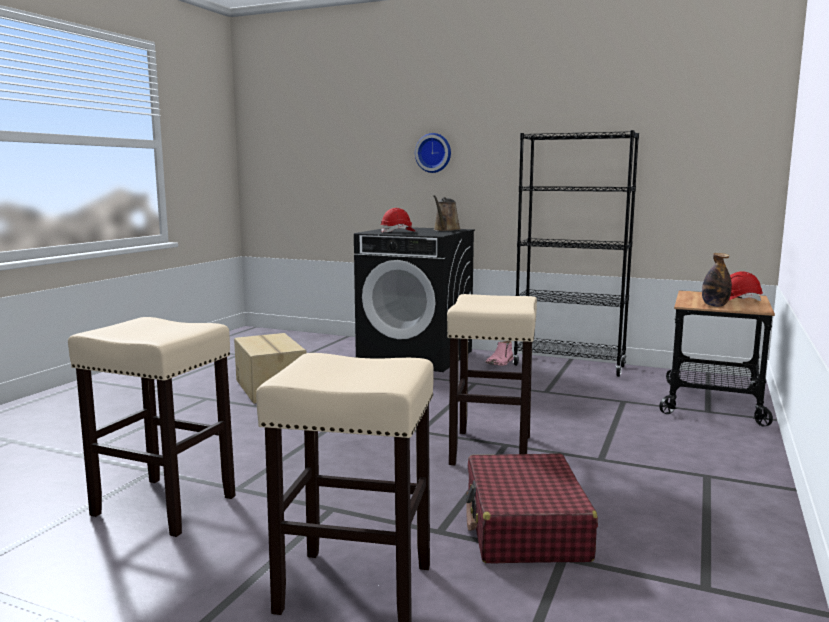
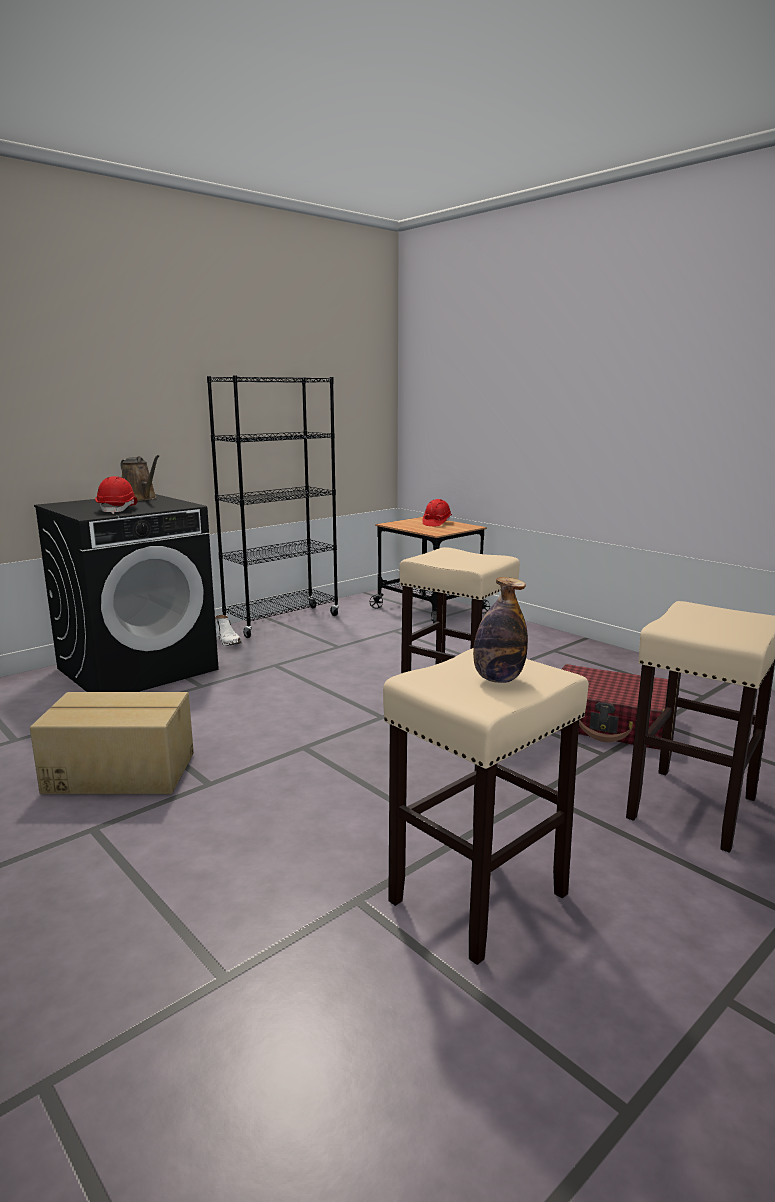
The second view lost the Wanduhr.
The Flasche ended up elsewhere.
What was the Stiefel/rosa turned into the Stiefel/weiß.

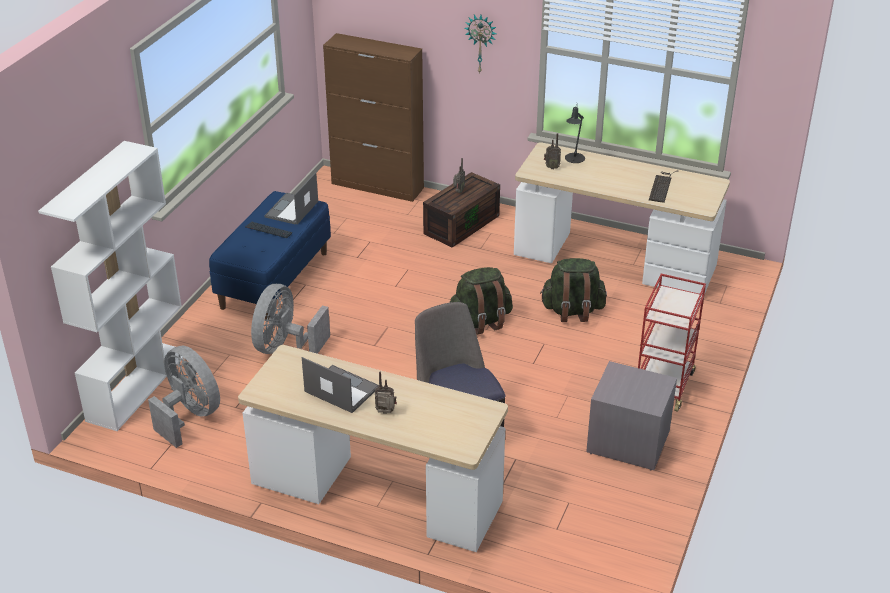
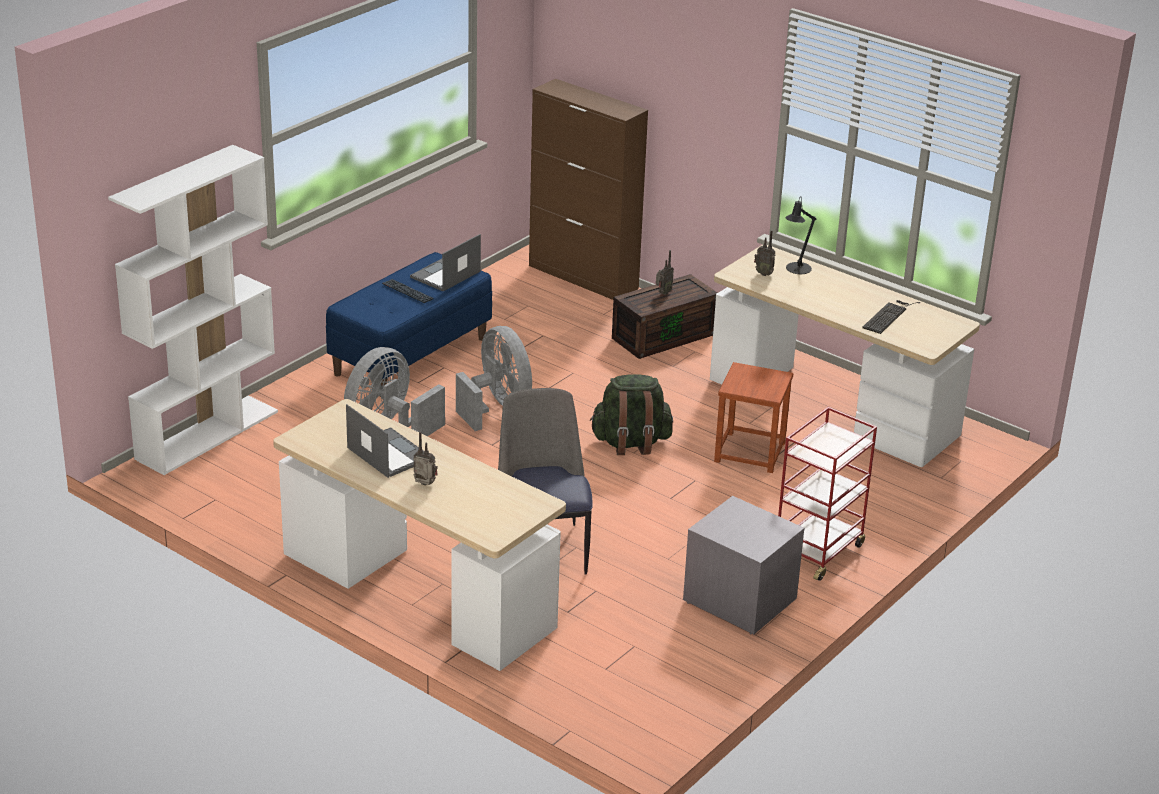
The second view lost the Wanduhr.
The Ventilator/grau (1st from left in the first image) ended up elsewhere.
Where the Rucksack/grün (2nd from left) stood, the Hocker/braun came to stand.

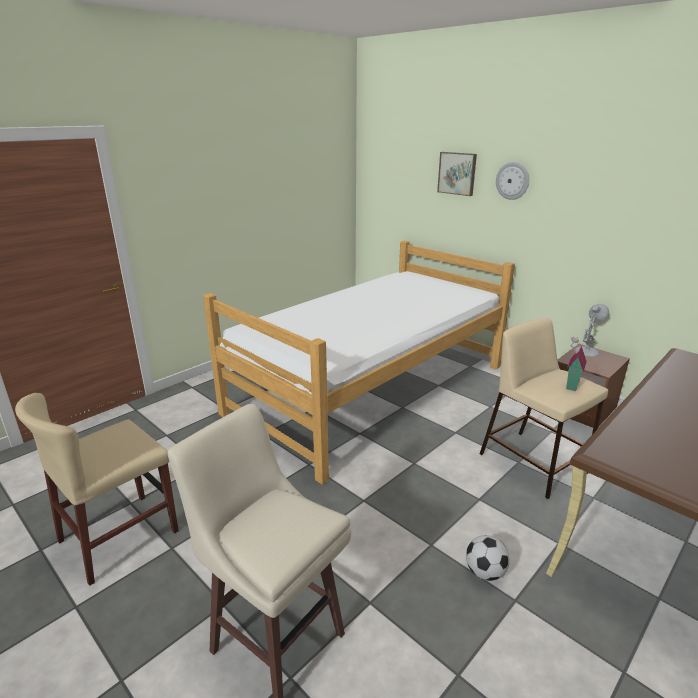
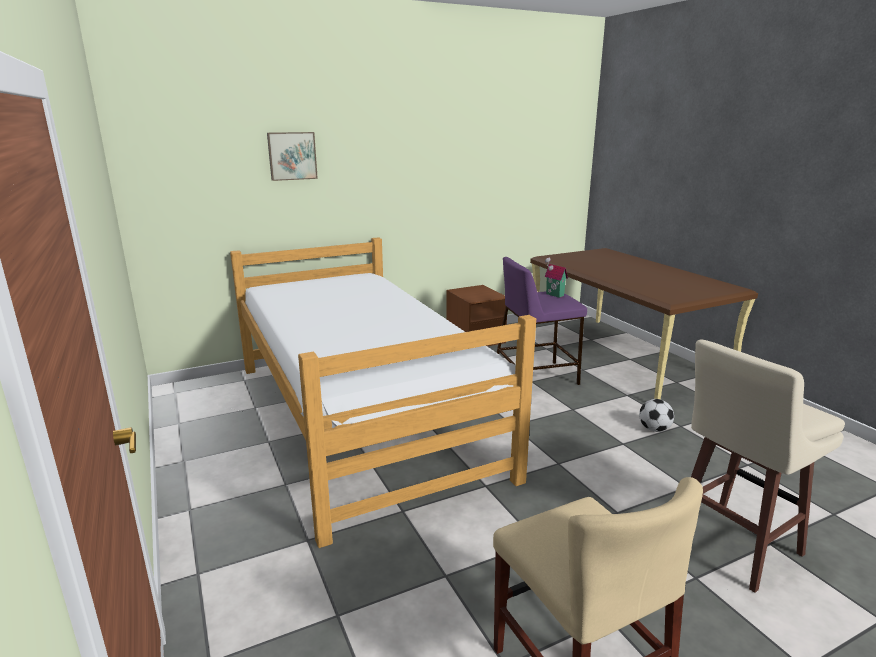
The second view lost the Wanduhr.
The second view lost the Tischlampe/weiß.
What was the Hocker/beige (2nd from left) turned into the Hocker/lila.

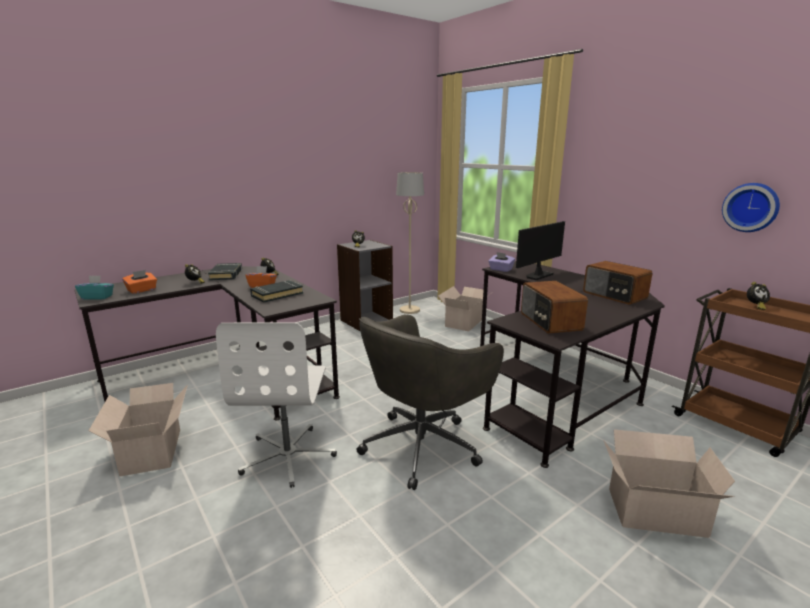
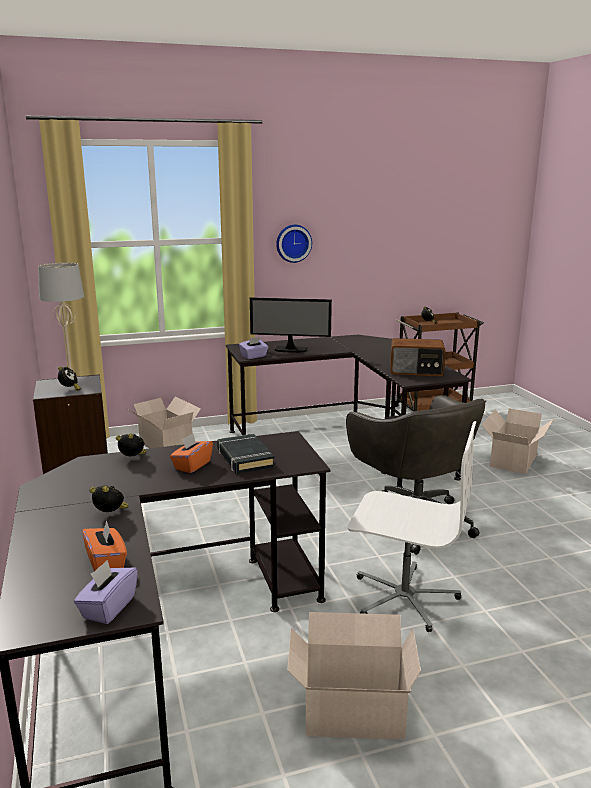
The second view lost the Buch/schwarz (1st from left).
The second view lost the Radio (2nd from left).
The Wanduhr ended up elsewhere.
What was the Taschentuchbox/türkis turned into the Taschentuchbox/lila (1st from left).
The Monitor ended up facing another way, 60 degrees counterclockwise from before.

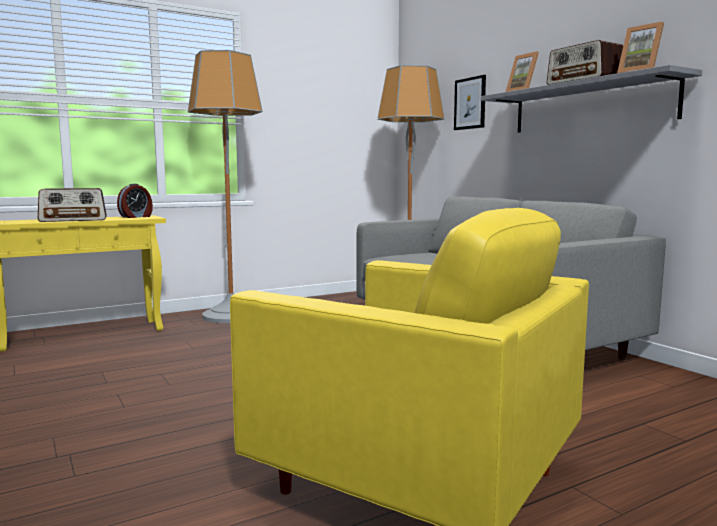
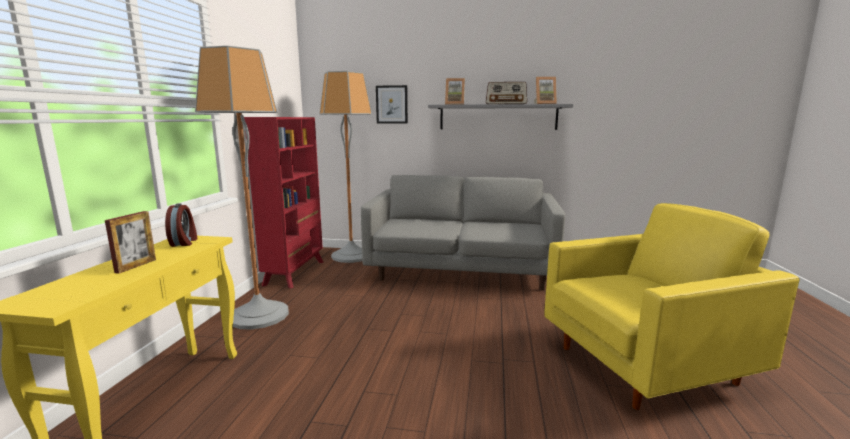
The second view gained the Bücherregal/rot.
Where the Radio (1st from left) stood, the Bilderrahmen (1st from left) came to stand.

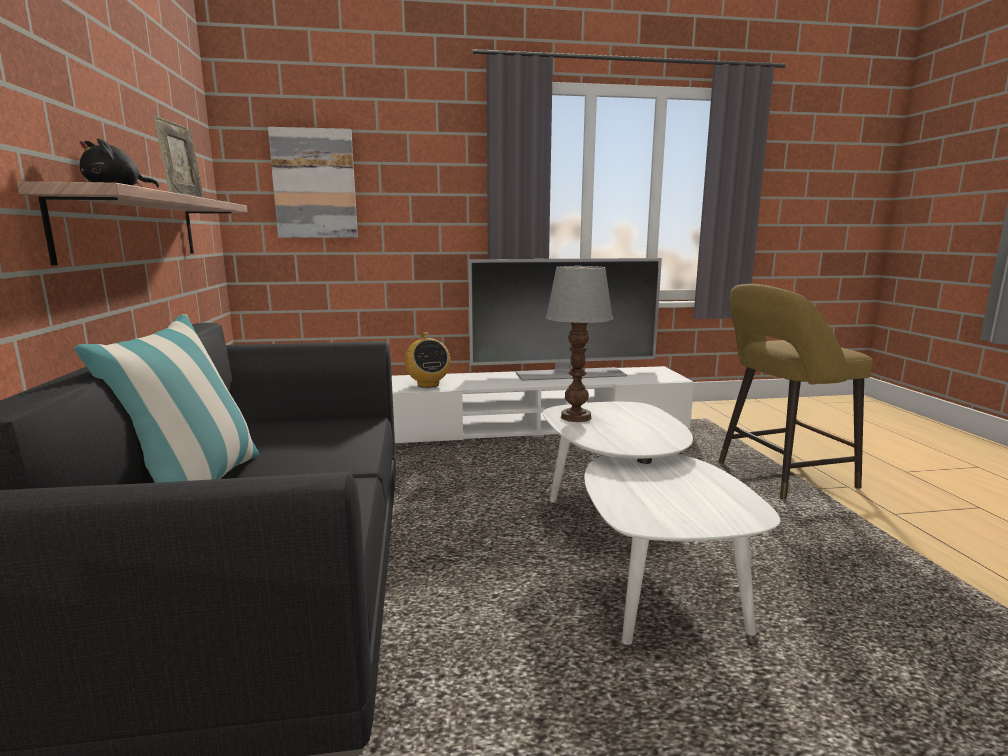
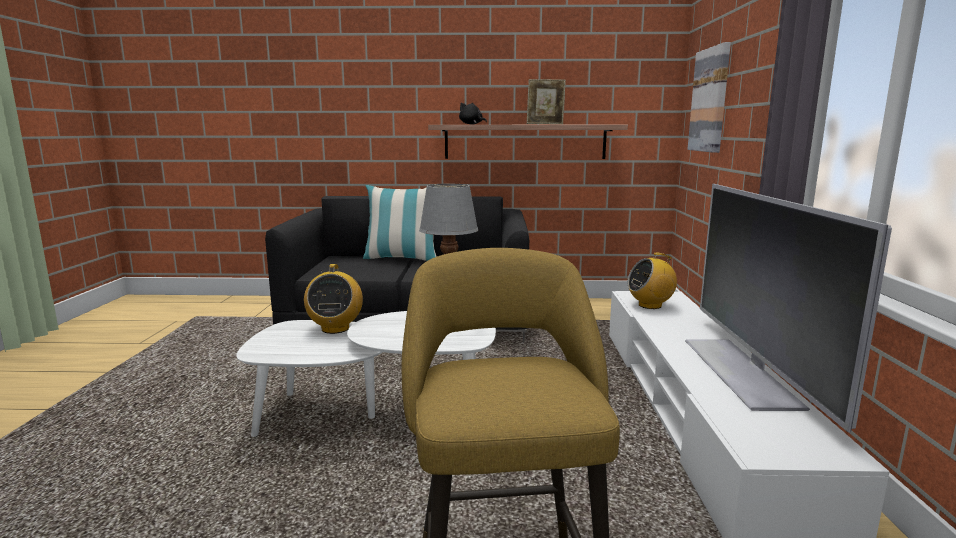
The second view gained the Radio (1st from left).

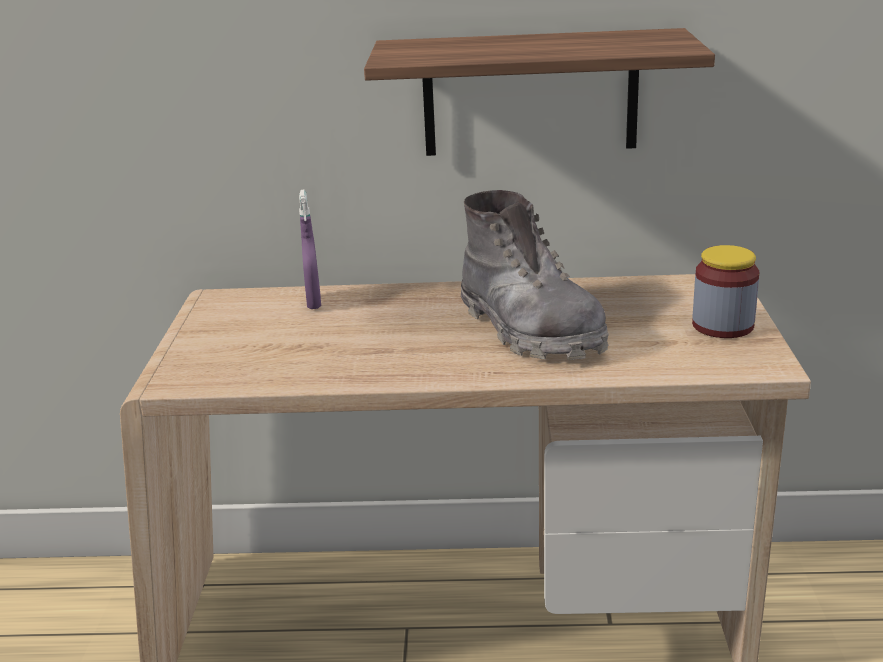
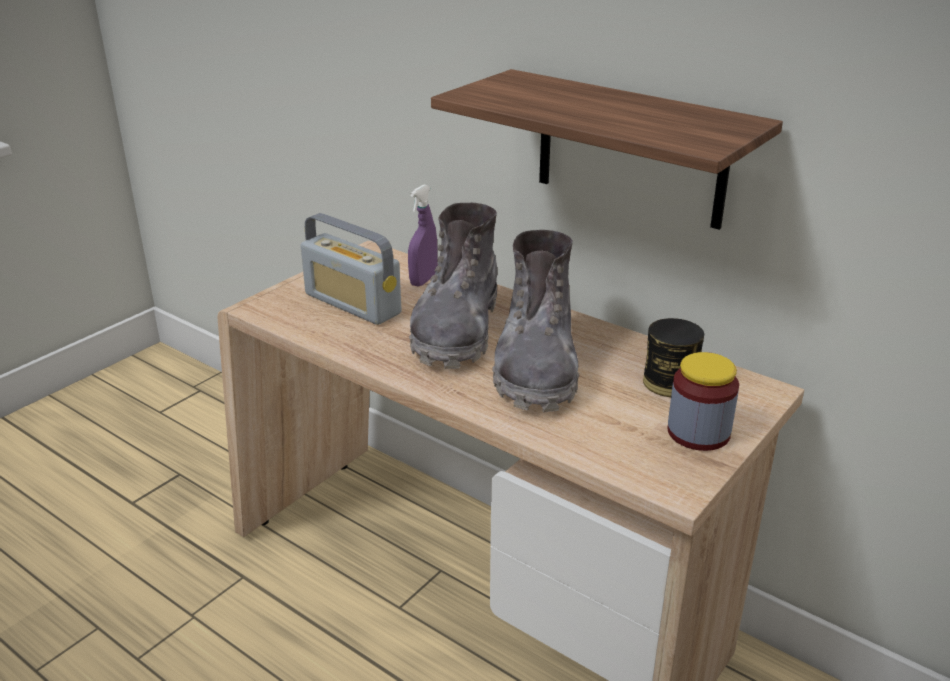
The second view gained the Radio.
The second view gained the Stiefel/grau (1st from left).
The second view gained the Dose.

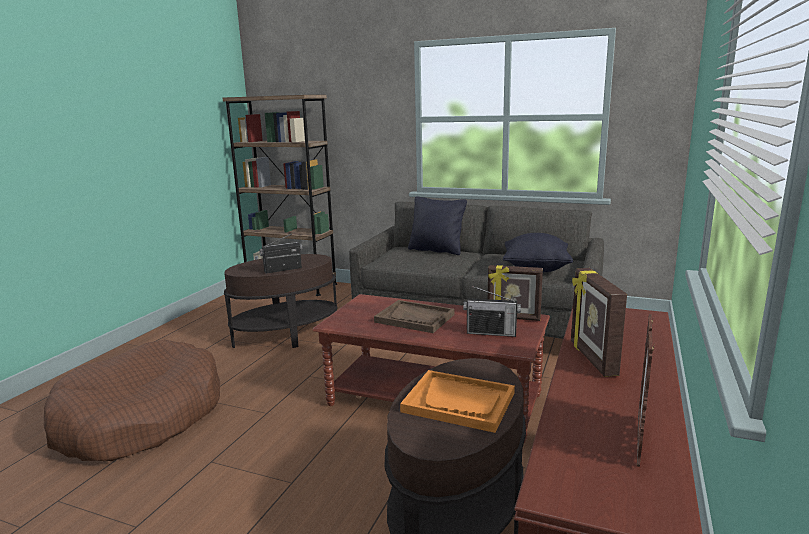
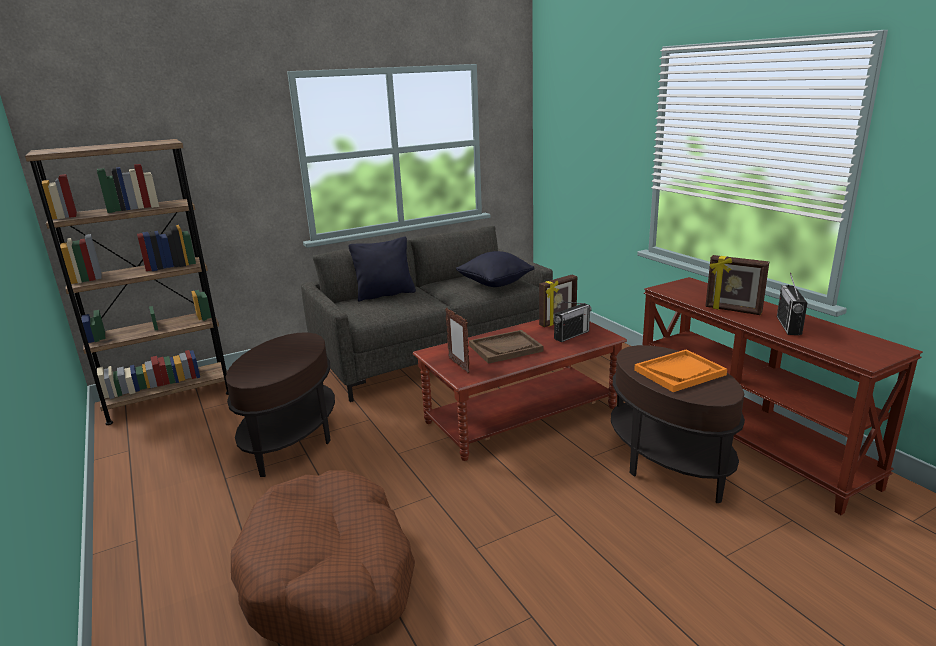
The Radio (1st from left in the first image) ended up elsewhere.
The Bilderrahmen (3rd from left in the first image) ended up elsewhere.

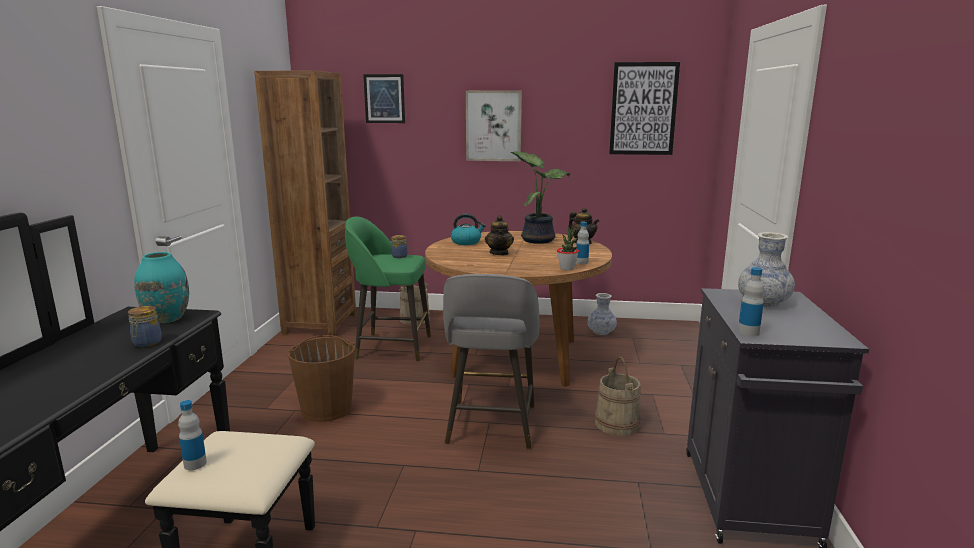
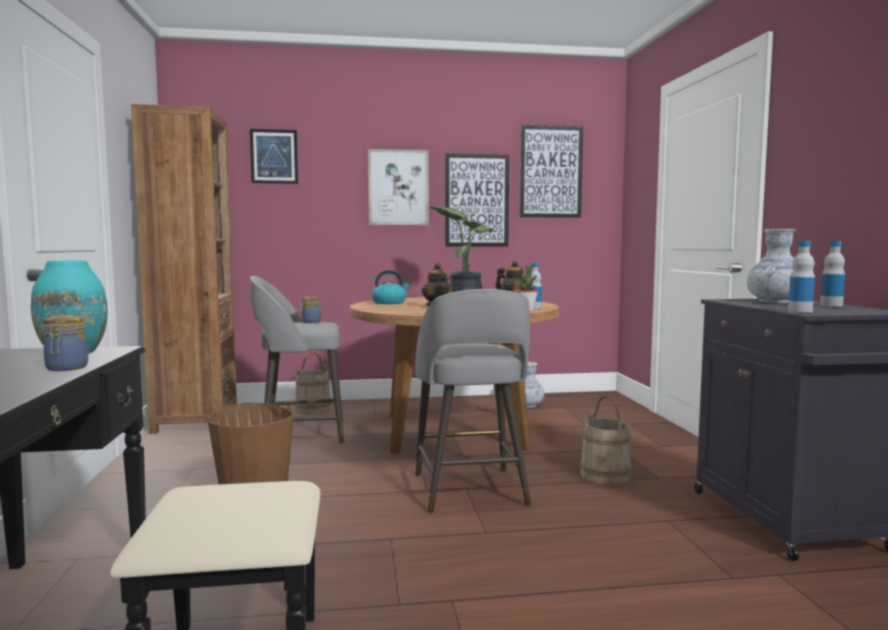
The second view gained the Bild (3rd from left).
The Flasche (1st from left in the first image) ended up elsewhere.
What was the Hocker/grün turned into the Hocker/grau (1st from left).

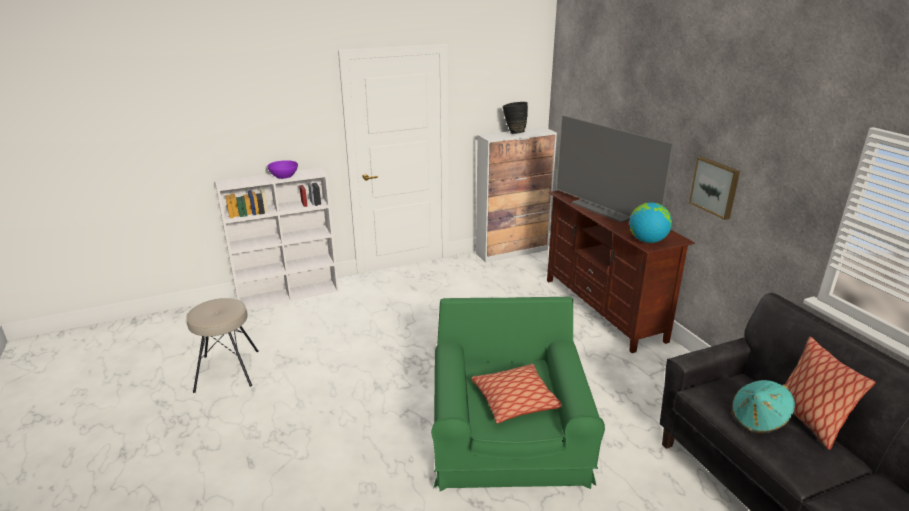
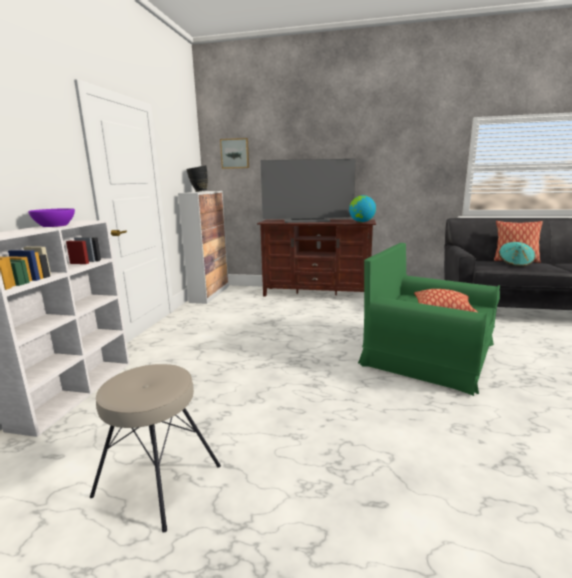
The Bild ended up elsewhere.

